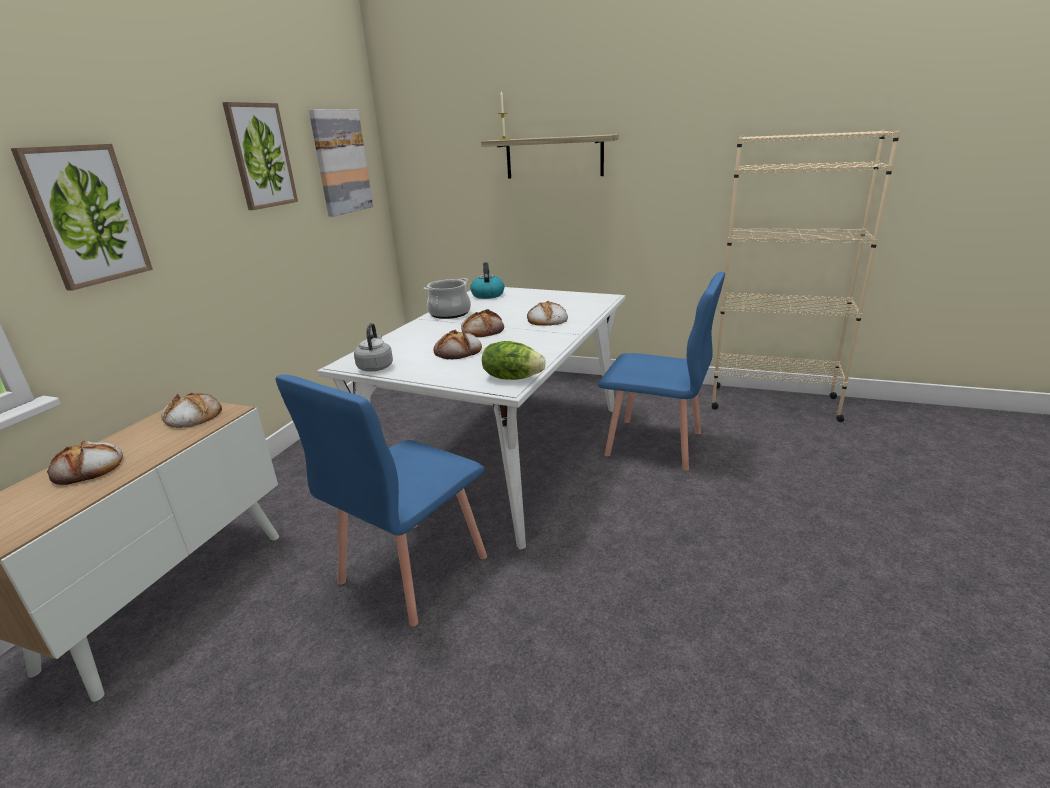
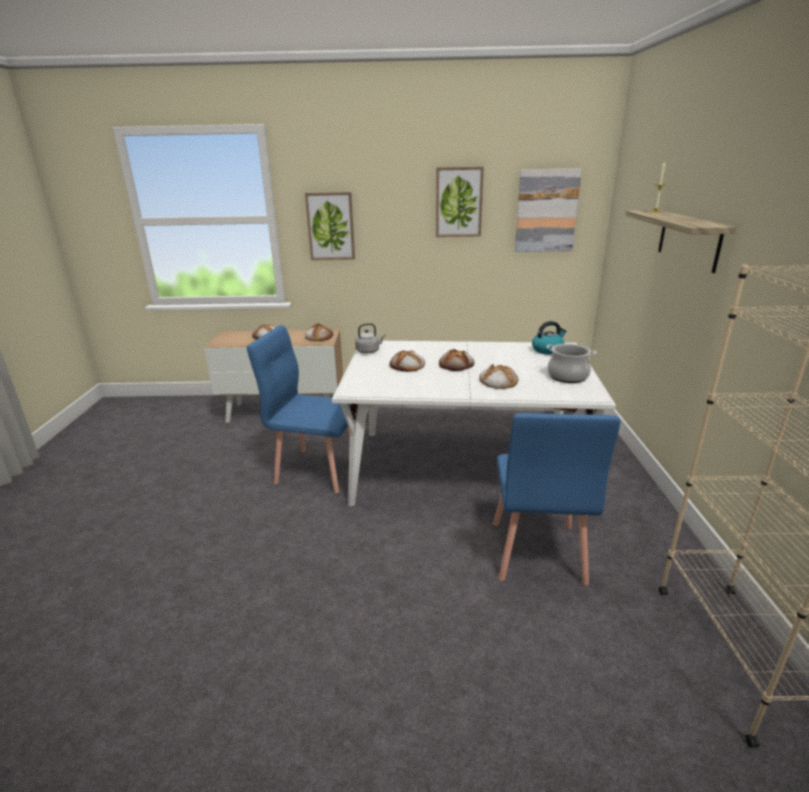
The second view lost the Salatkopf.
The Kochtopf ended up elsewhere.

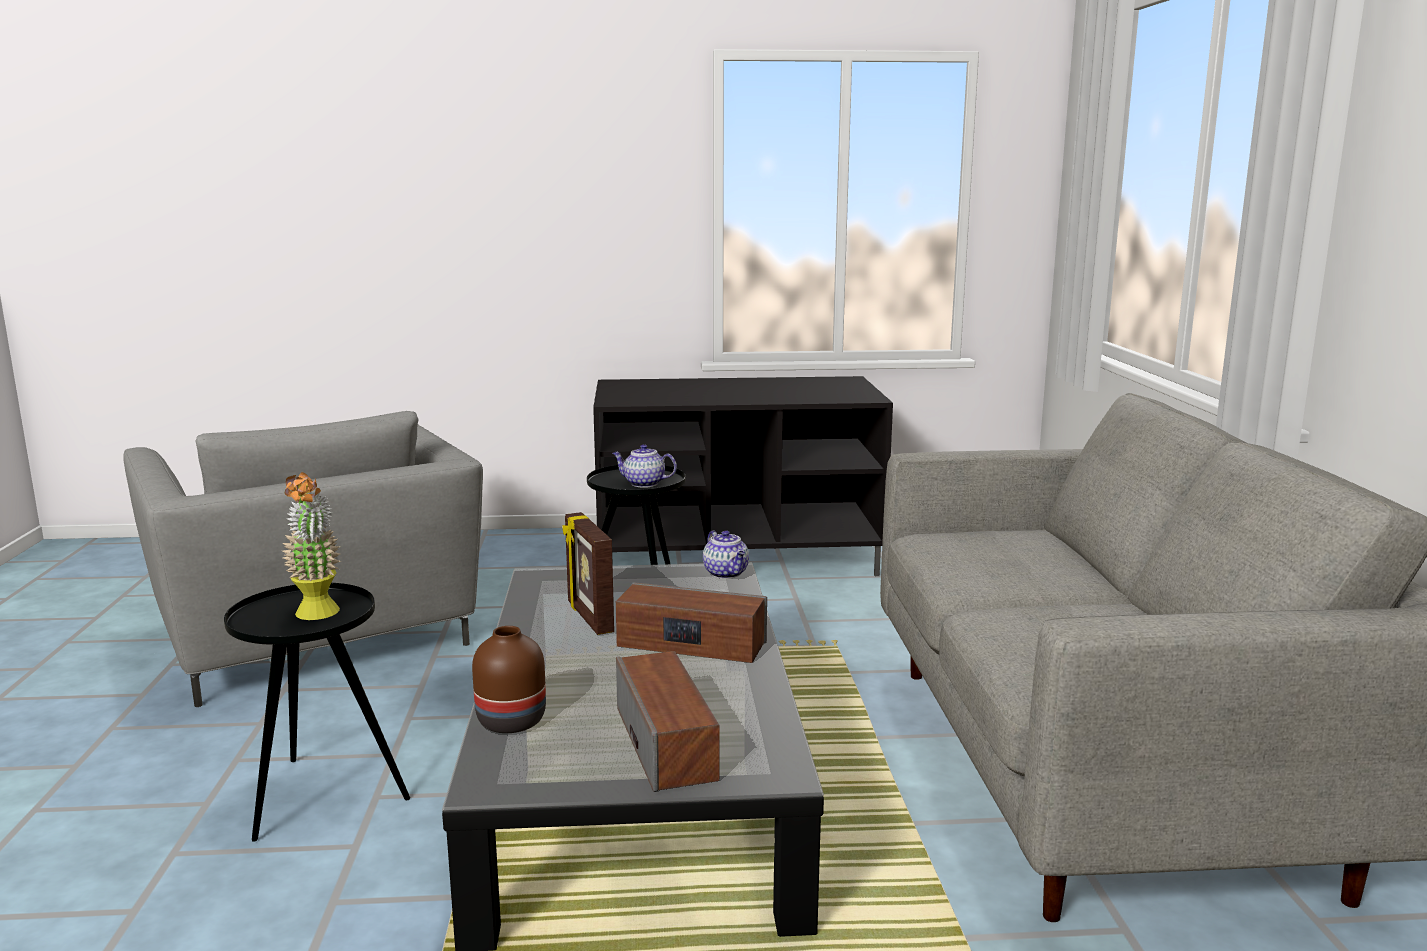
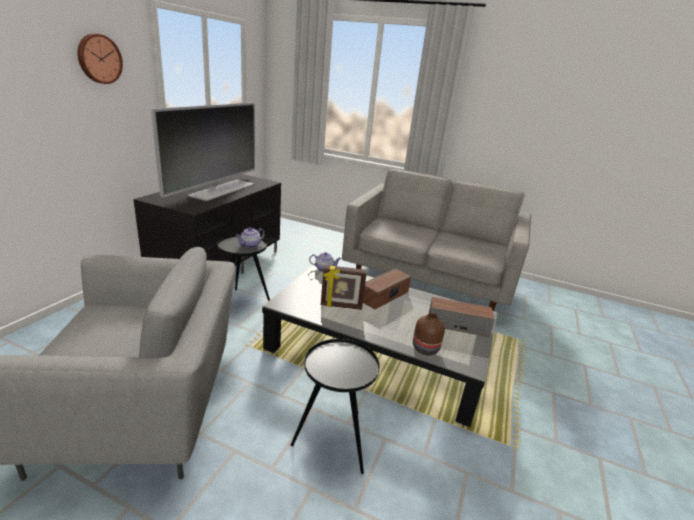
The second view lost the Topfpflanze.
The second view gained the Wanduhr.
The second view gained the Fernseher.

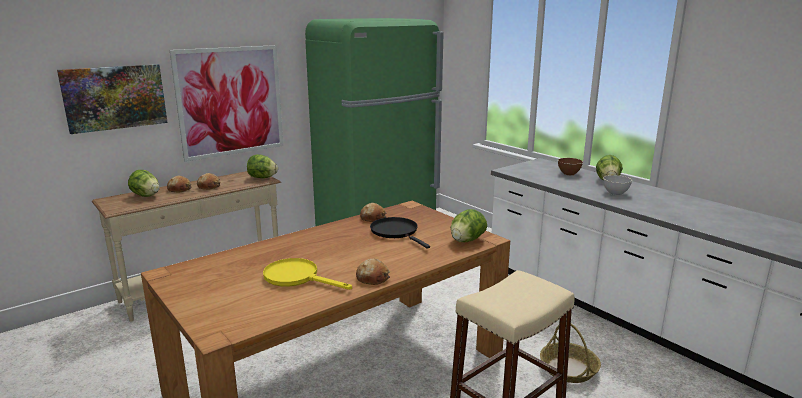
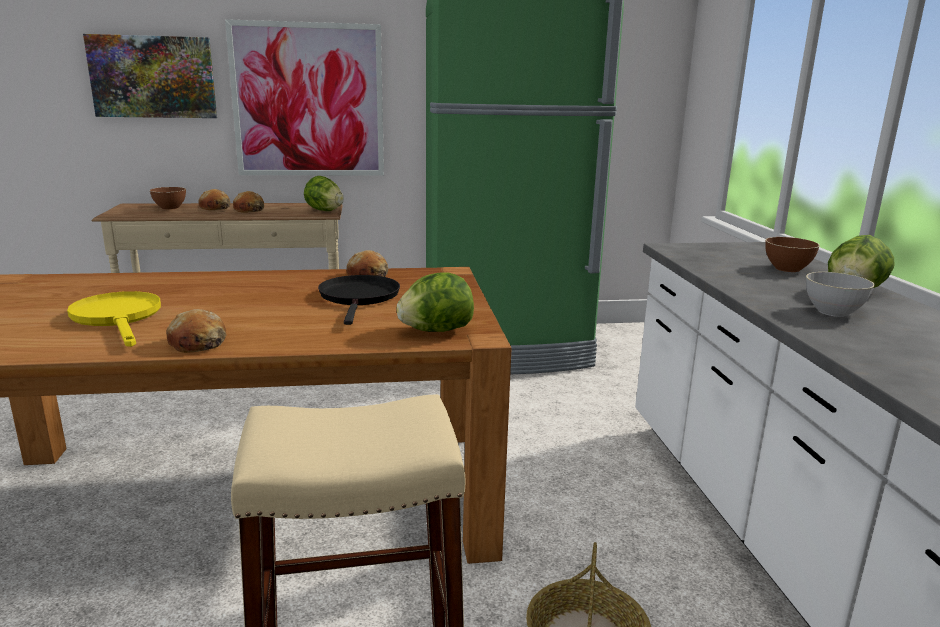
Where the Salatkopf (1st from left) stood, the Schüssel/braun (1st from left) came to stand.

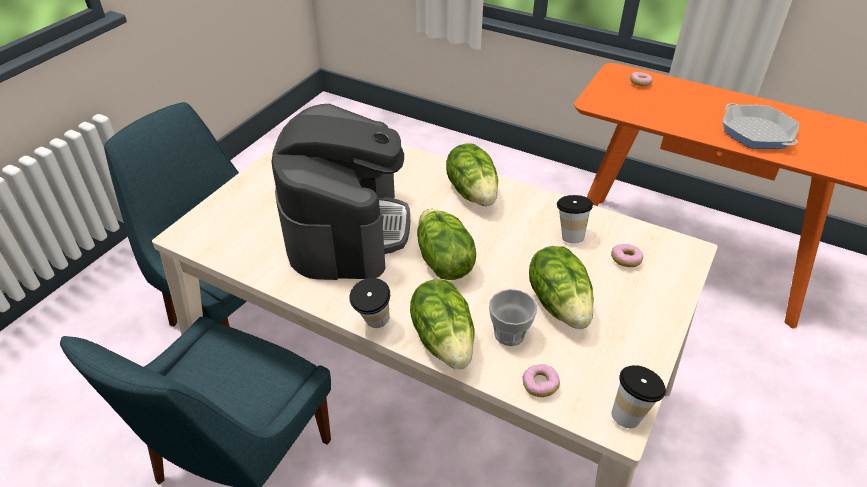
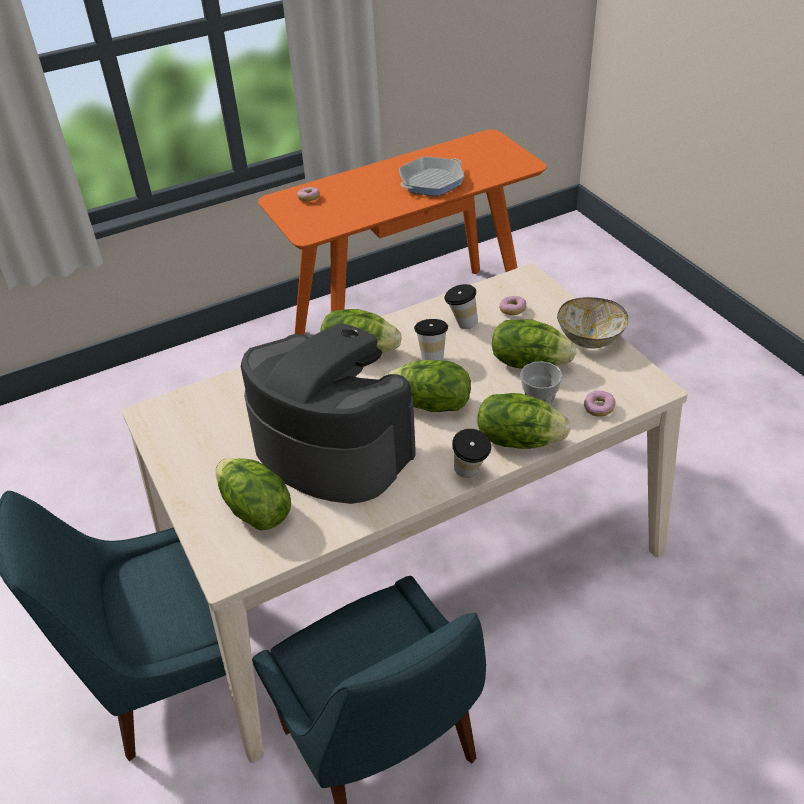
The second view gained the Salatkopf (1st from left).
The second view gained the Schüssel.
The Tasse (4th from left in the first image) ended up elsewhere.
The Pfanne ended up facing another way, 45 degrees counterclockwise from before.

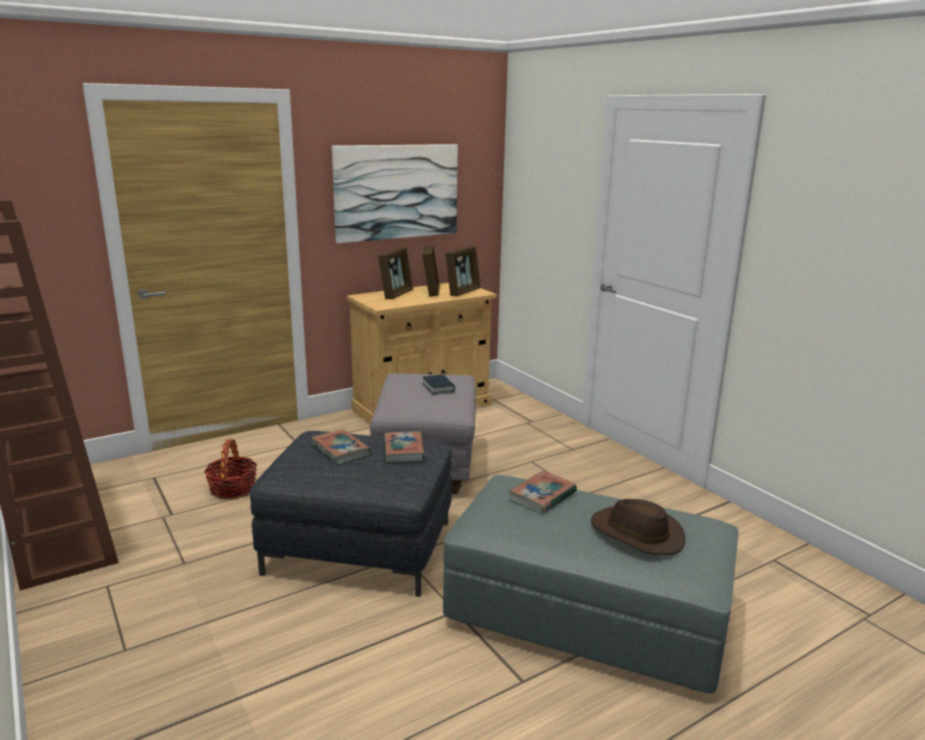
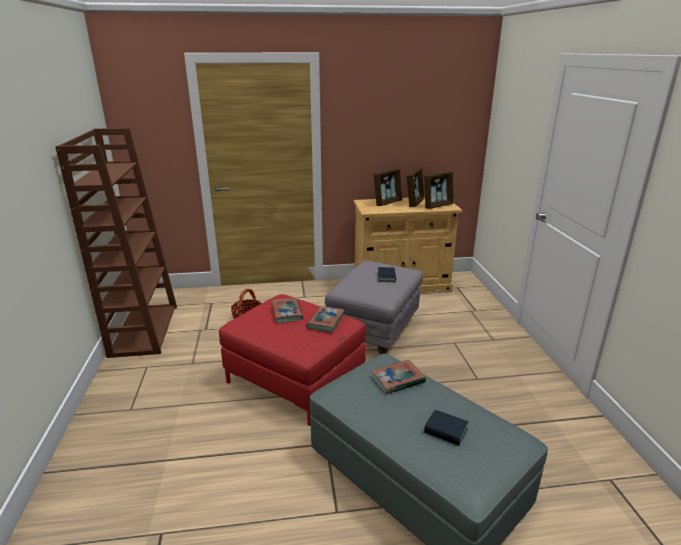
The second view lost the Bild.
Where the Hut/braun stood, the Buch (5th from left) came to stand.
What was the Polsterhocker/grau (1st from left) turned into the Polsterhocker/rot.

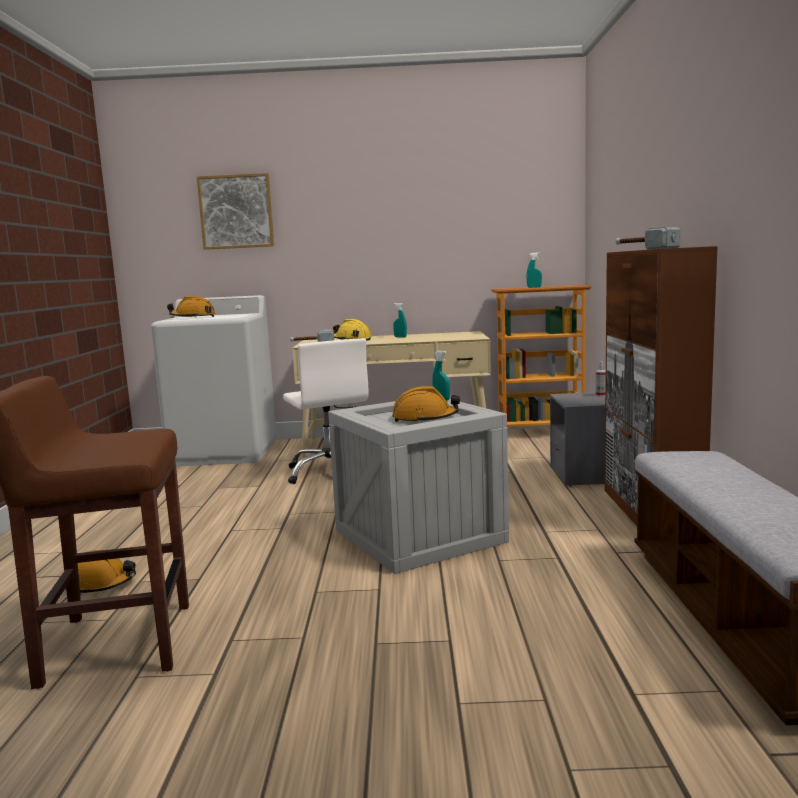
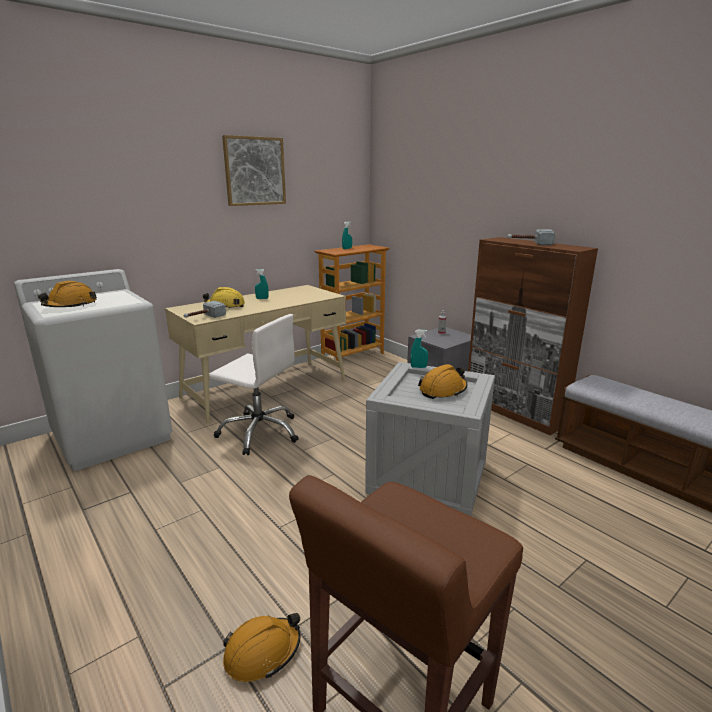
The Bild ended up elsewhere.

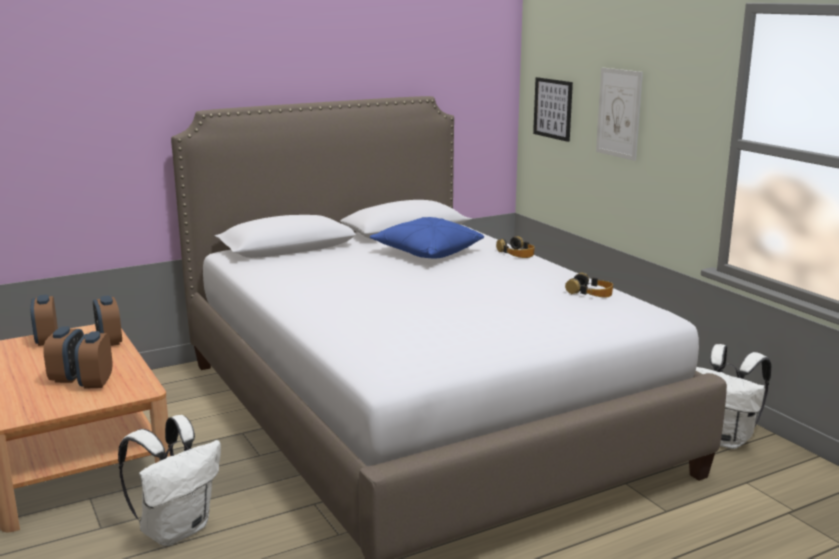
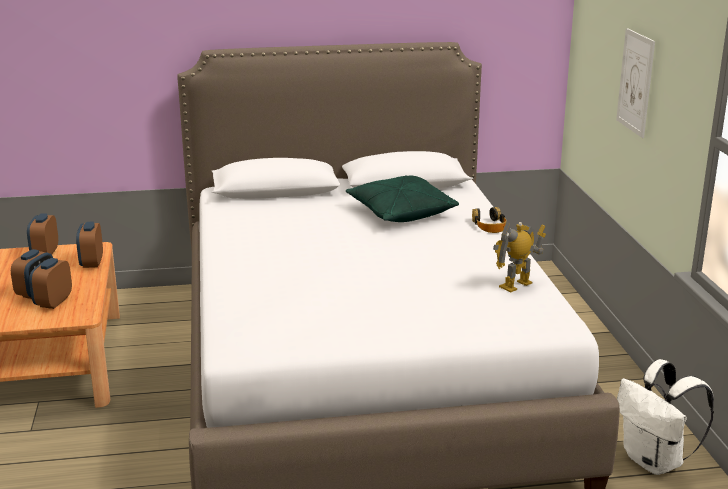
The second view lost the Rucksack/weiß (1st from left).
The second view lost the Bild (1st from left).
Where the Kopfhörer (2nd from left) stood, the Spielzeugroboter came to stand.
What was the Kissen/blau turned into the Kissen/grün.

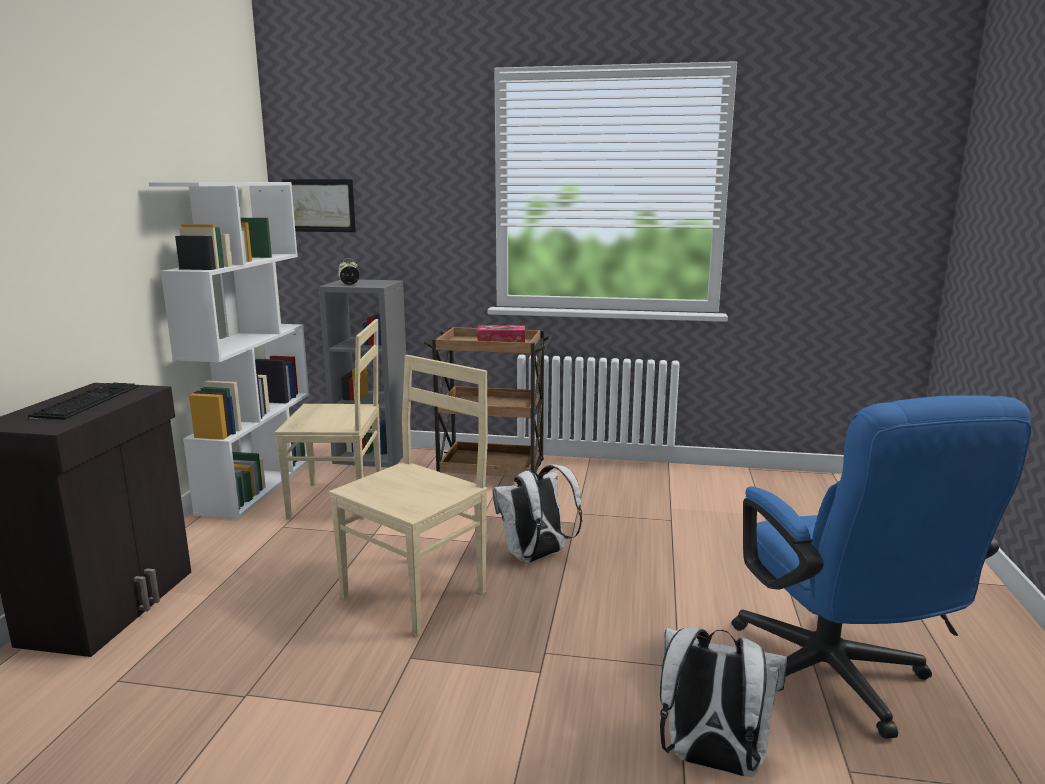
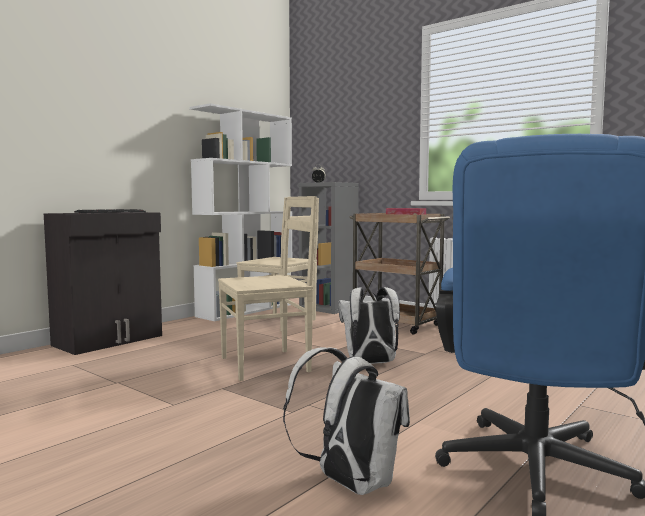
The second view lost the Bild.

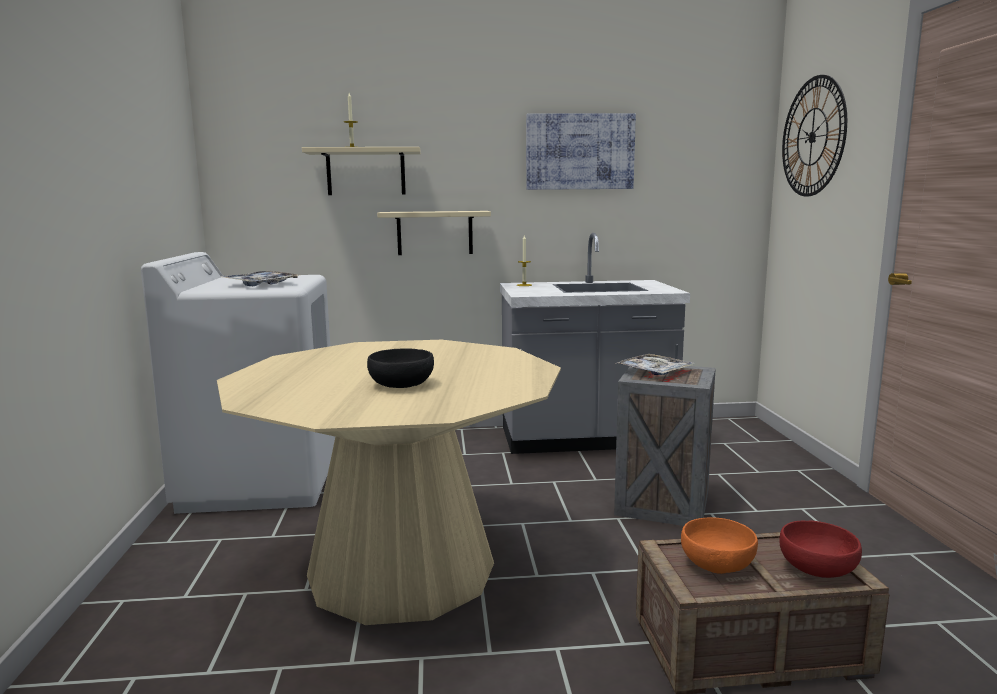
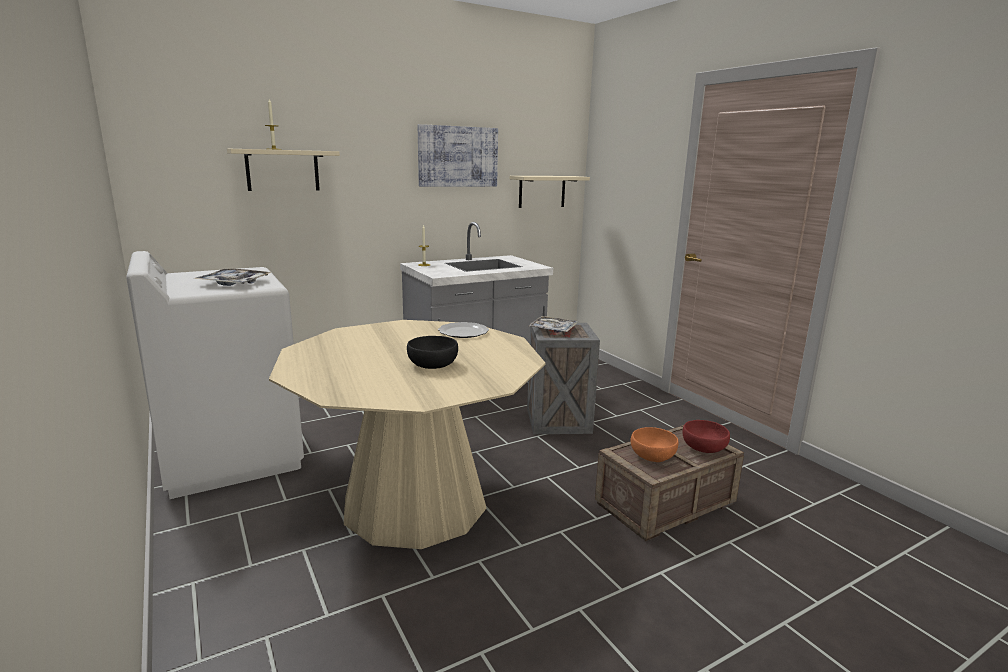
The second view lost the Wanduhr.
The second view gained the Teller.
The Wandregal/beige (2nd from left) ended up elsewhere.

